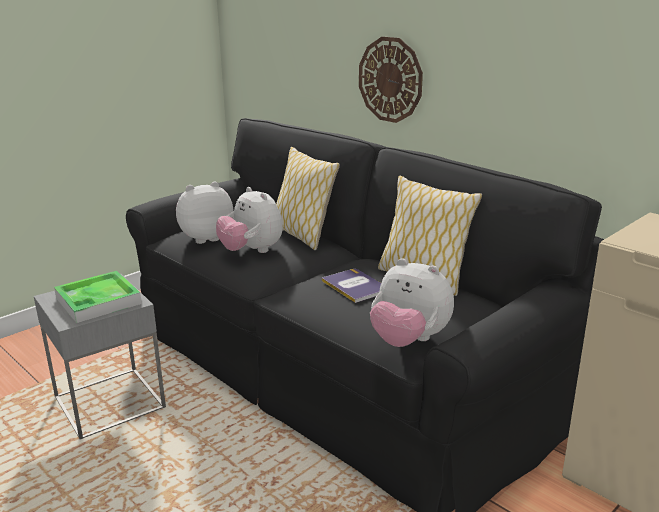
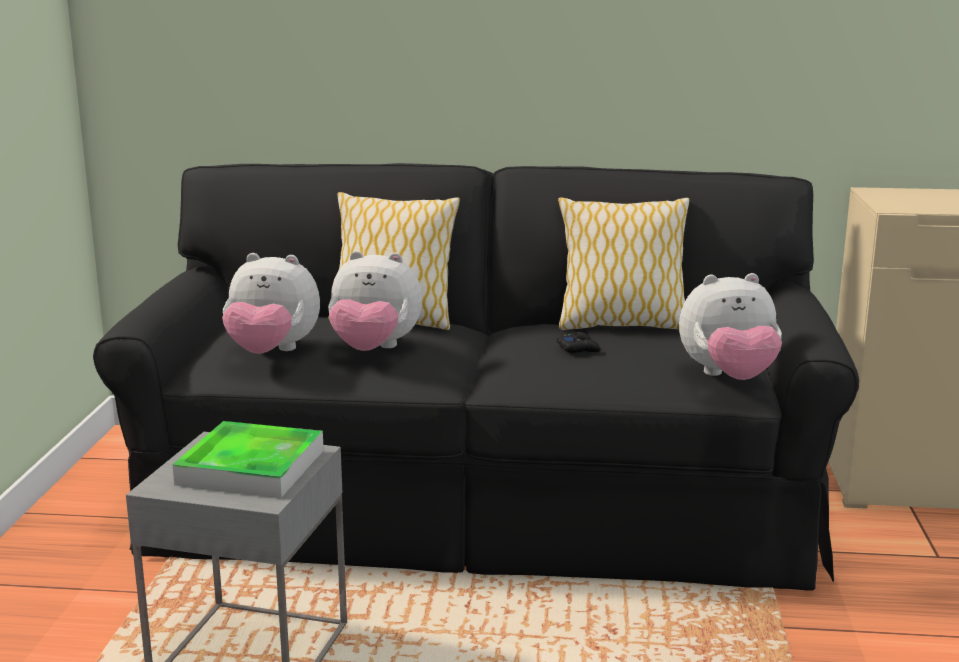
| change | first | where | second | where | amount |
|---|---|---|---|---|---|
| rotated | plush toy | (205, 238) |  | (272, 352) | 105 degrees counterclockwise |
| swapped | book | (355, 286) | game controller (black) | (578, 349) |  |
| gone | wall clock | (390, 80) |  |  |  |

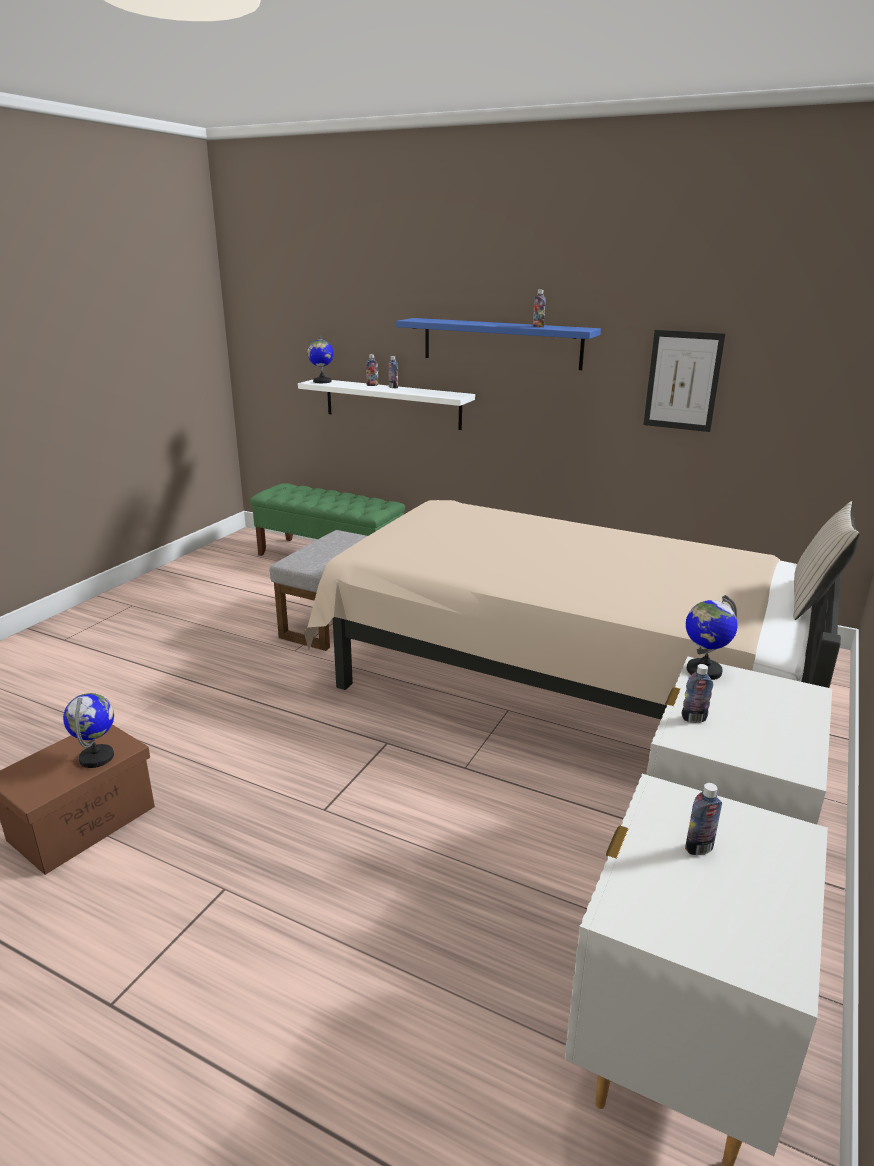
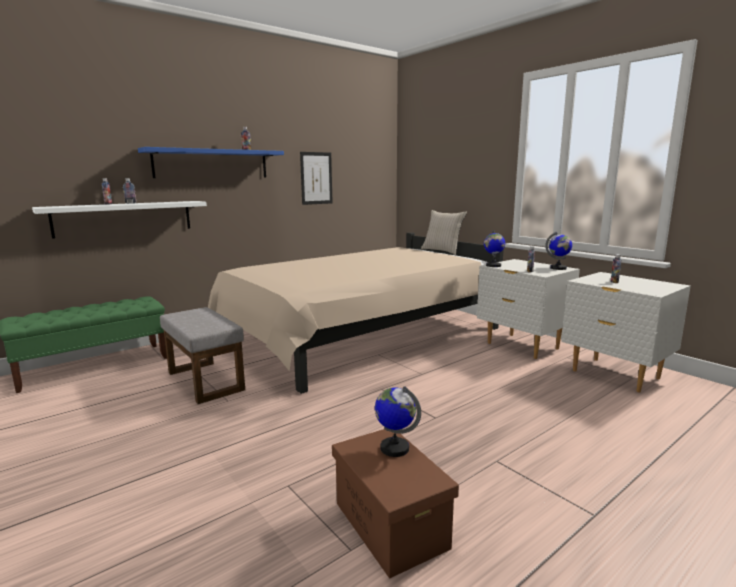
| change | first | where | second | where | amount |
|---|---|---|---|---|---|
| shifted | globe | (322, 381) |  | (558, 268) |  |

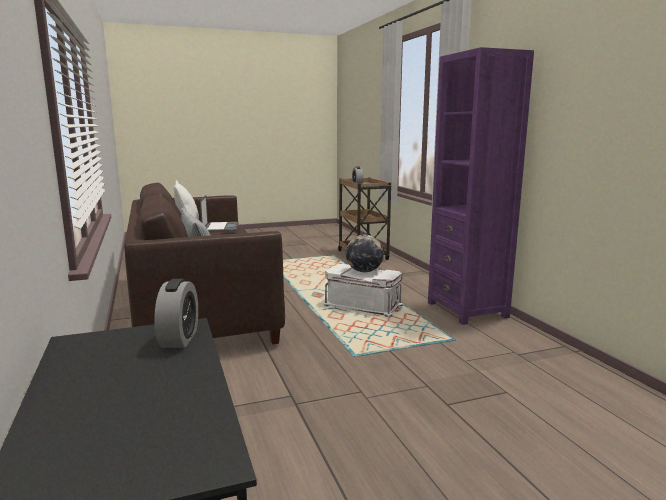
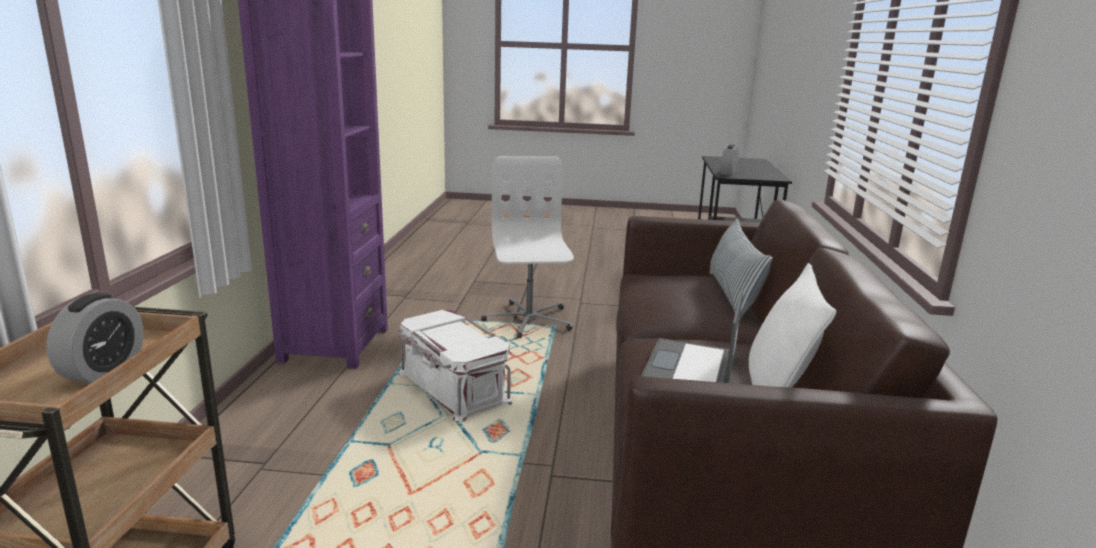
| change | first | where | second | where | amount |
|---|---|---|---|---|---|
| new |  |  | office chair (white) | (528, 320) |  |
| gone | globe | (364, 271) |  |  |  |

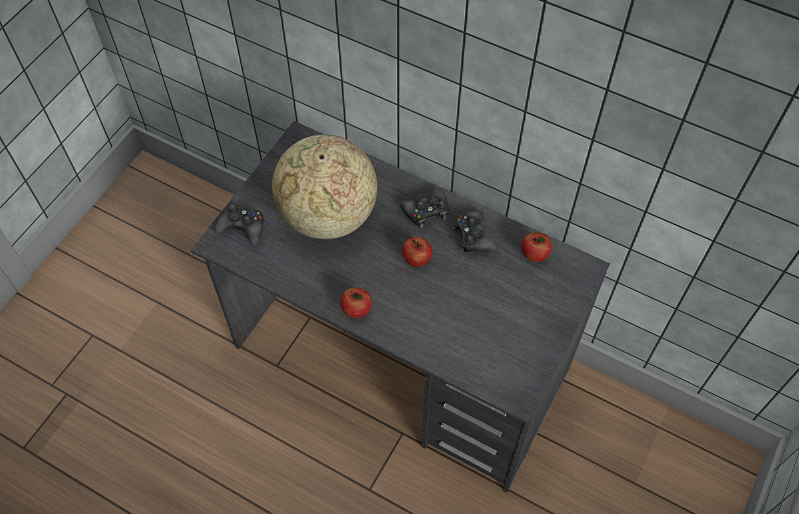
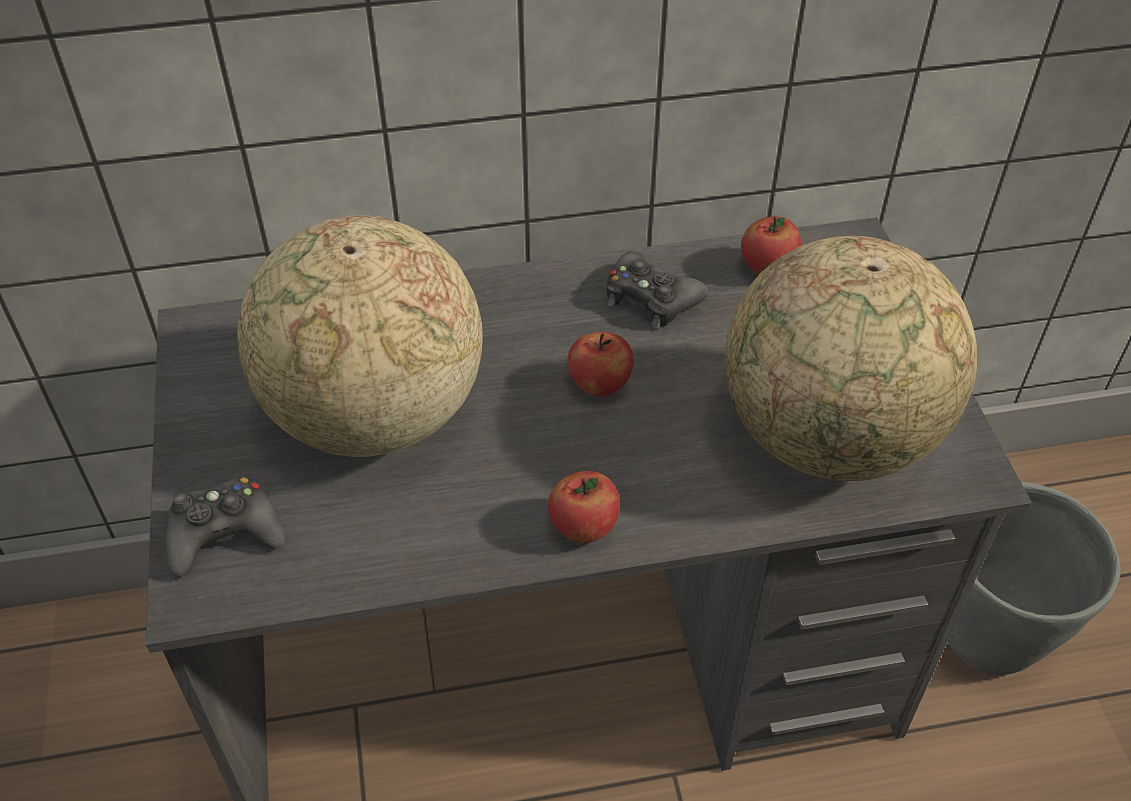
| change | first | where | second | where | amount |
|---|---|---|---|---|---|
| new |  |  | globe | (829, 437) |  |
| new |  |  | planter (grey) | (989, 639) |  |
| gone | game controller (black) | (426, 211) |  |  |  |

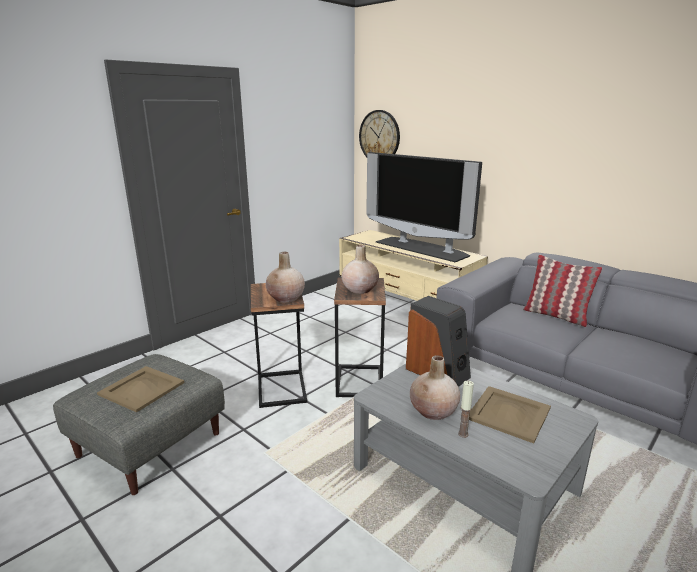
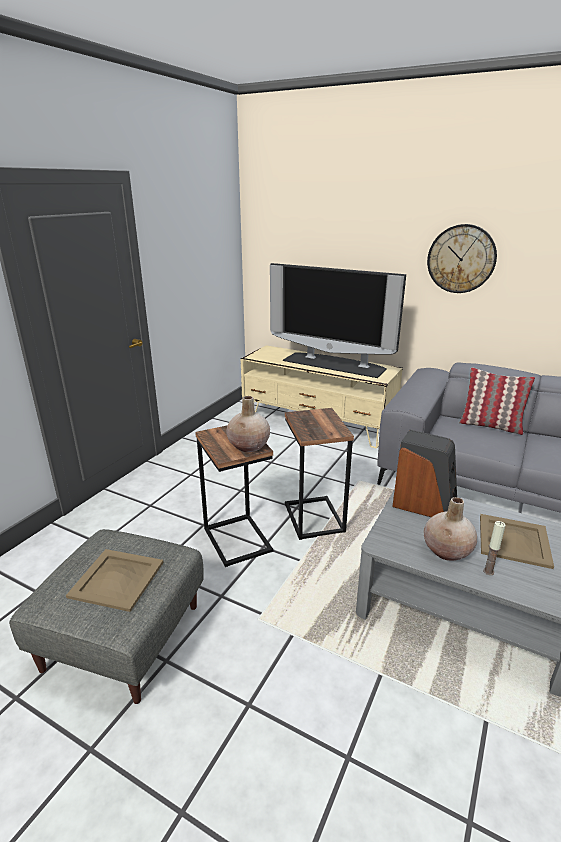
| change | first | where | second | where | amount |
|---|---|---|---|---|---|
| shifted | wall clock | (379, 136) |  | (461, 259) |  |
| gone | vase (beige) | (360, 289) |  |  |  |

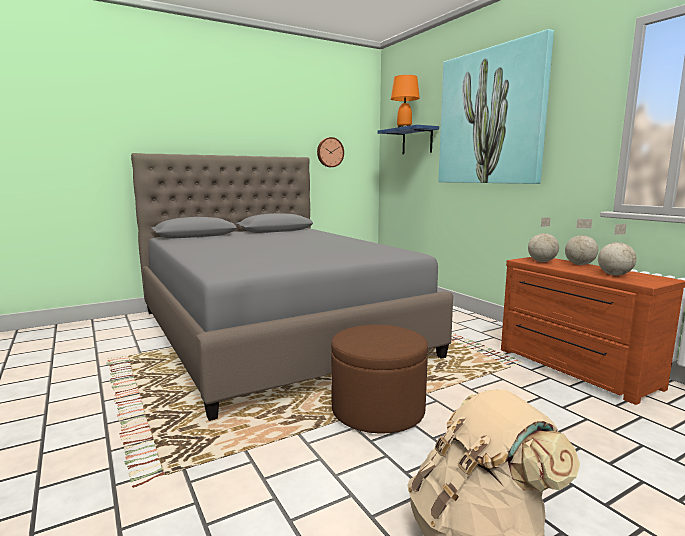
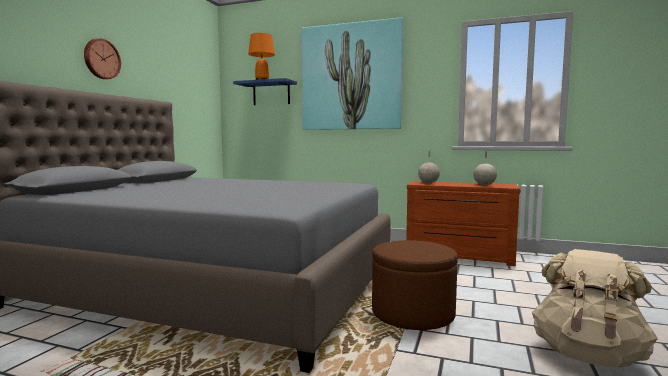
| change | first | where | second | where | amount |
|---|---|---|---|---|---|
| shifted | wall clock | (329, 152) |  | (101, 59) |  |
| gone | globe | (580, 264) |  |  |  |

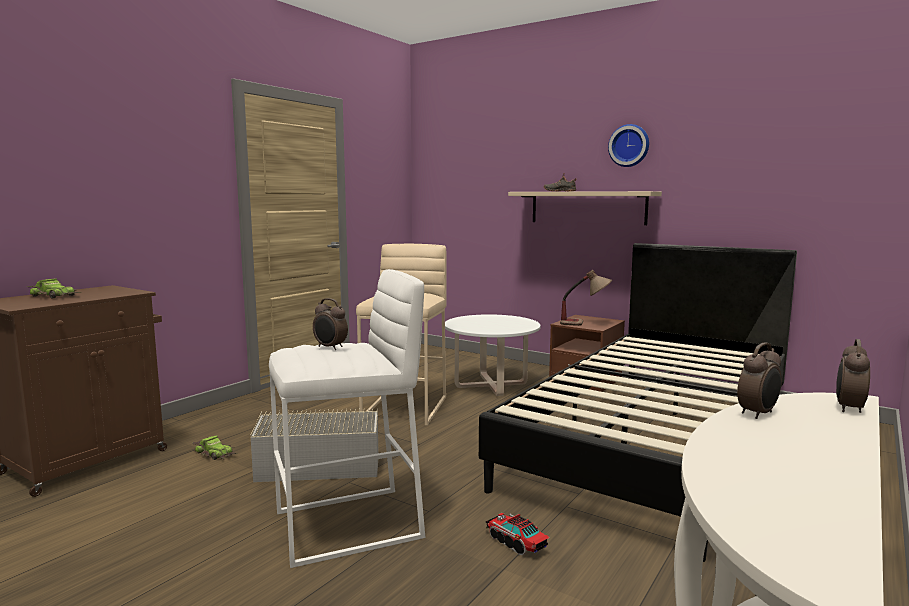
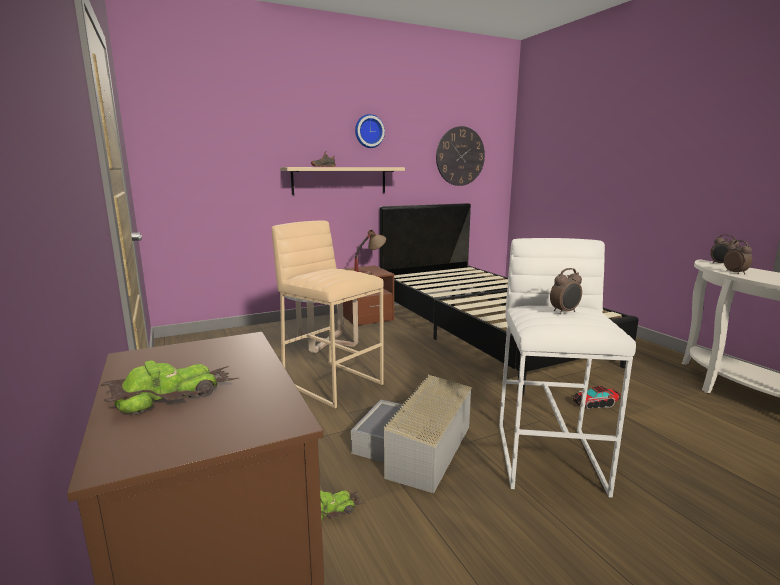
| change | first | where | second | where | amount |
|---|---|---|---|---|---|
| new |  |  | wall clock | (460, 156) |  |

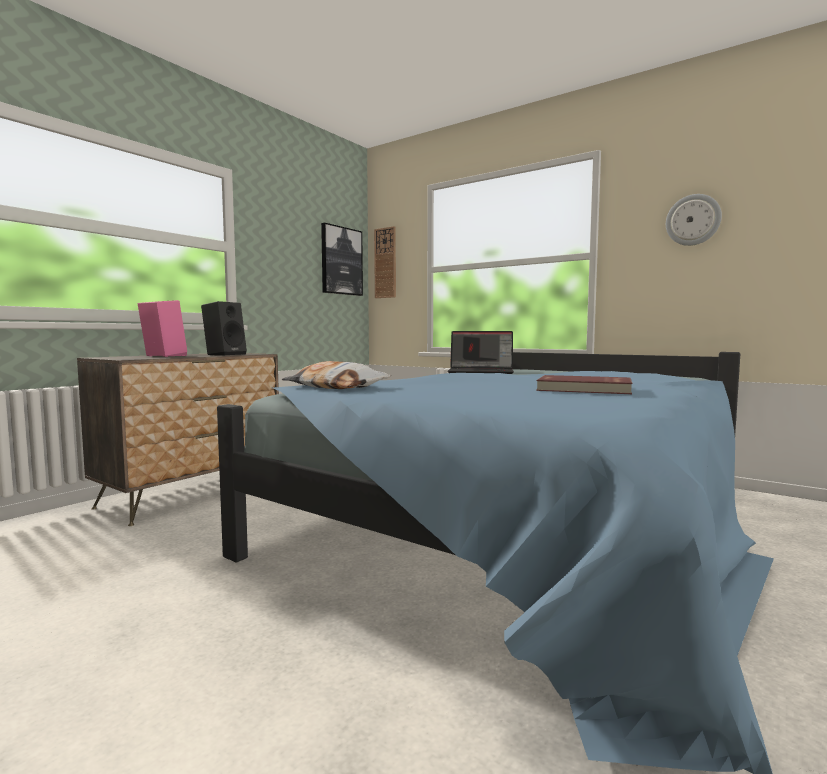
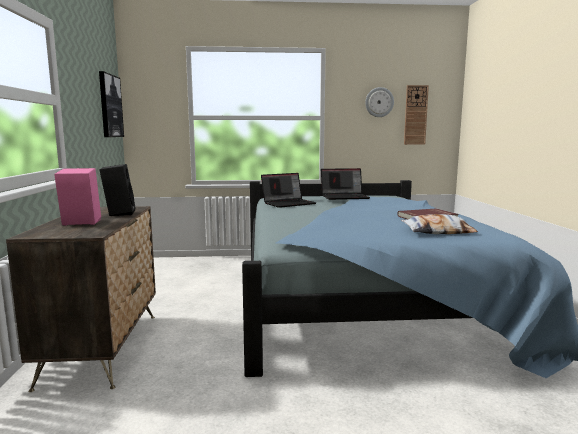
| change | first | where | second | where | amount |
|---|---|---|---|---|---|
| new |  |  | laptop | (345, 197) |  |
| shifted | pillow | (336, 387) |  | (438, 231) |  |
| shifted | wall clock | (385, 263) |  | (415, 115) |  |

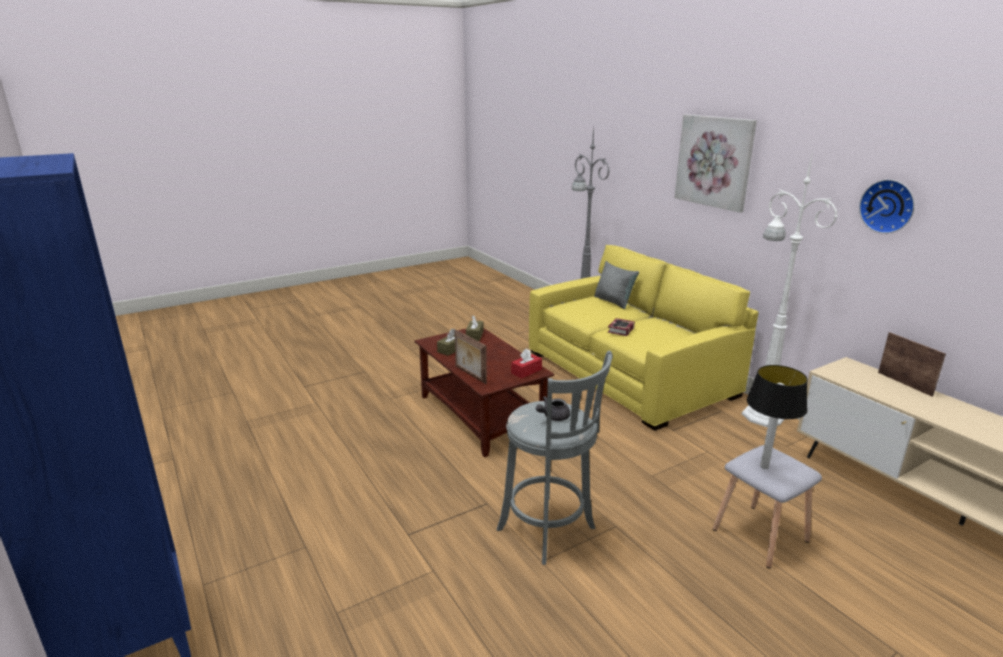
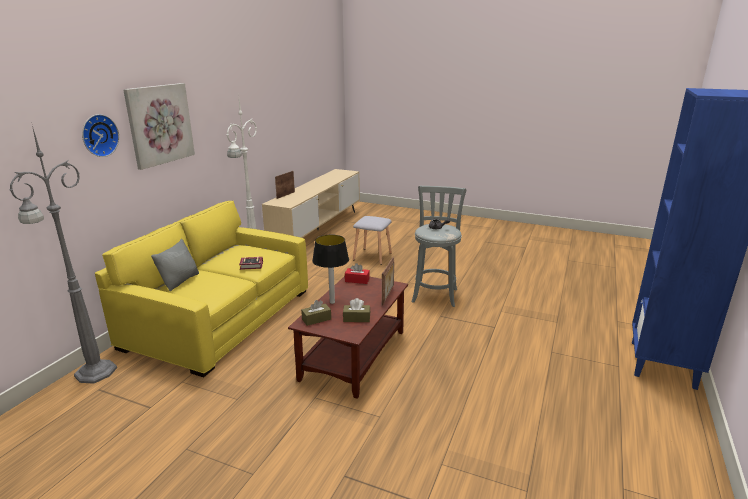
| change | first | where | second | where | amount |
|---|---|---|---|---|---|
| shifted | wall clock | (888, 206) |  | (98, 135) |  |
| shifted | table lamp | (764, 466) |  | (331, 302) |  |

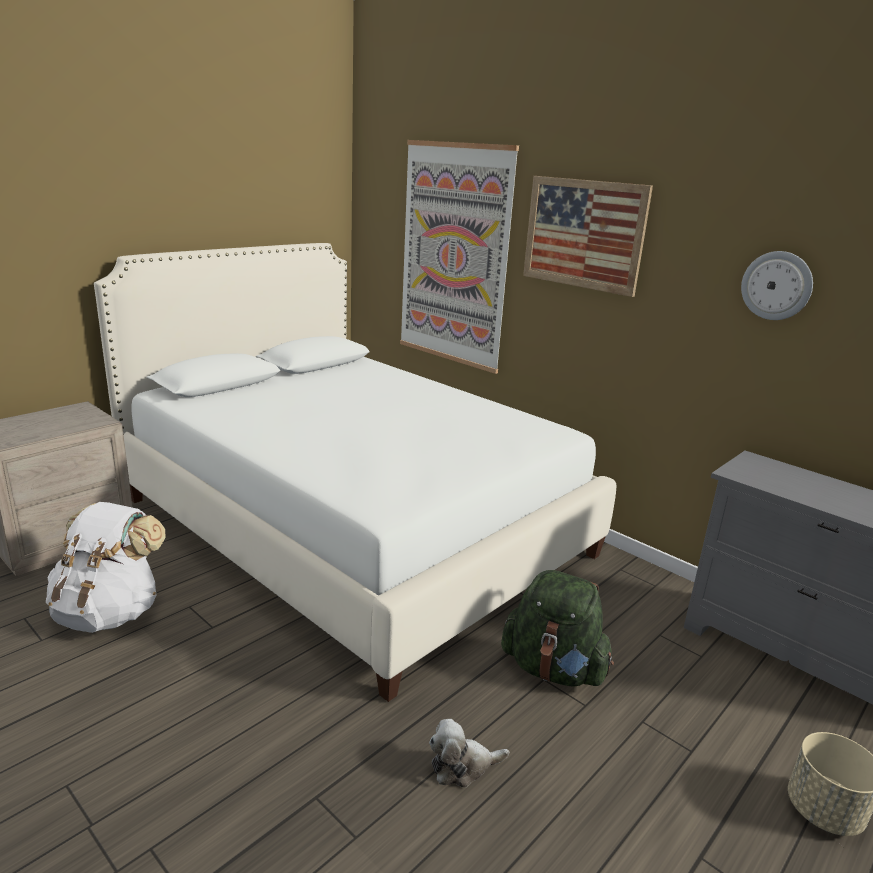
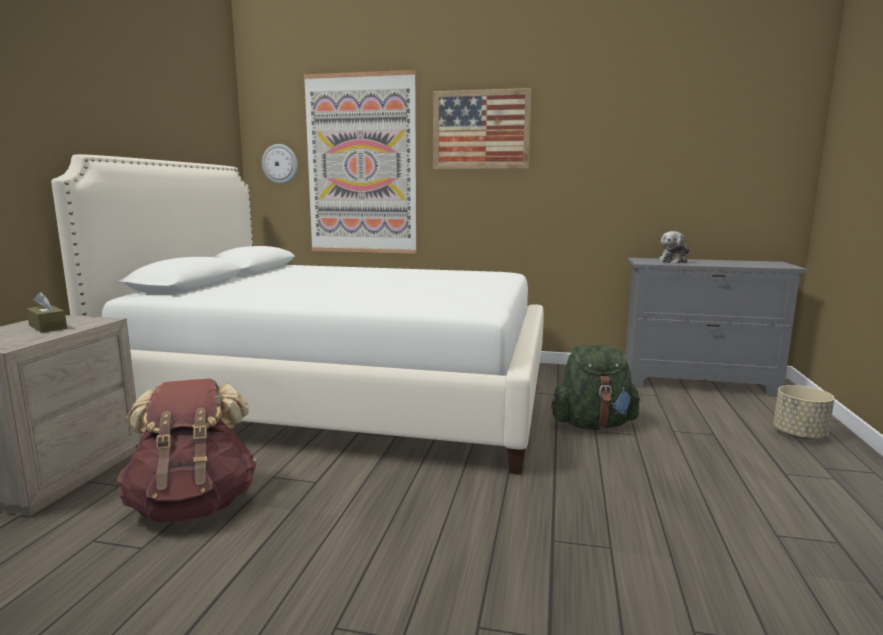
| change | first | where | second | where | amount |
|---|---|---|---|---|---|
| new |  |  | tissue box (brown) | (48, 327) |  |
| repainted | backpack (white) | (110, 612) | backpack (brown) | (194, 505) |  |
| shifted | wall clock | (776, 285) |  | (280, 164) |  |
| shifted | plush toy | (463, 766) |  | (674, 261) |  |

